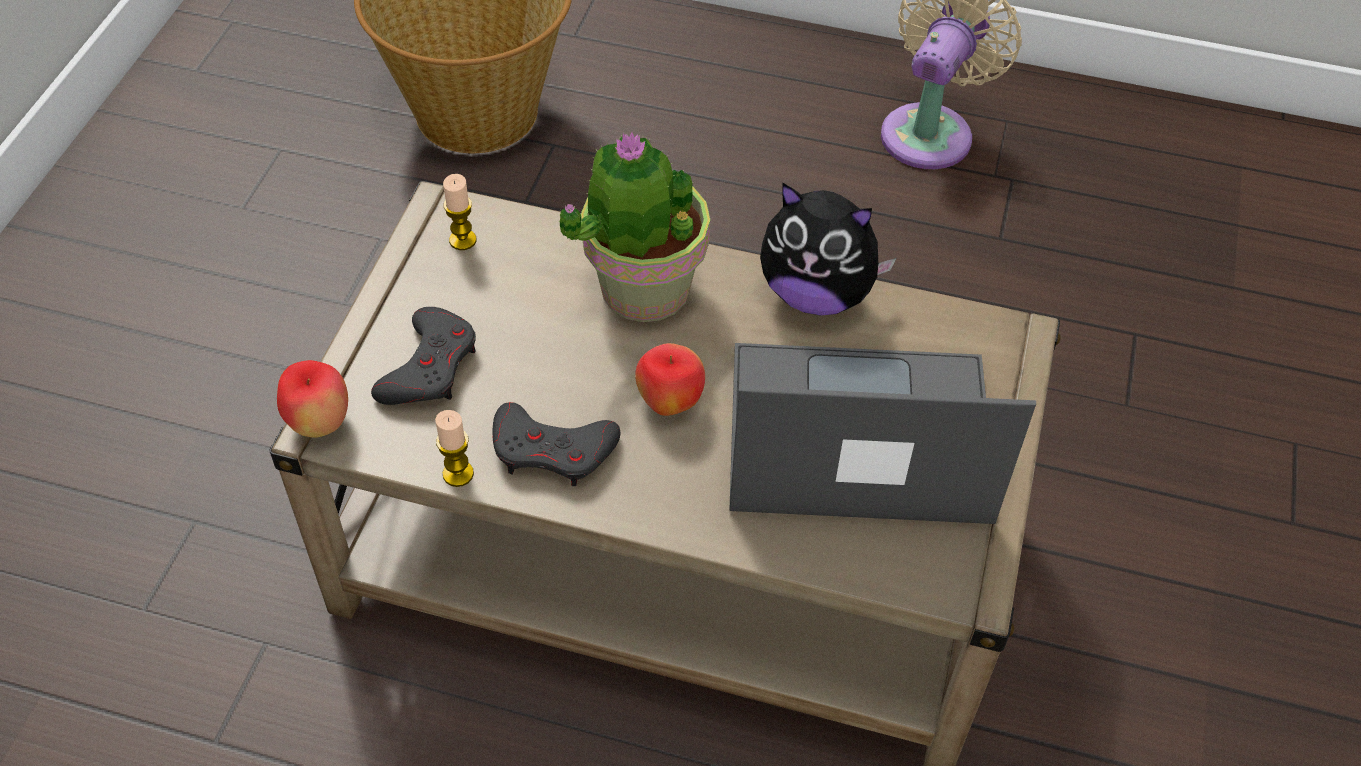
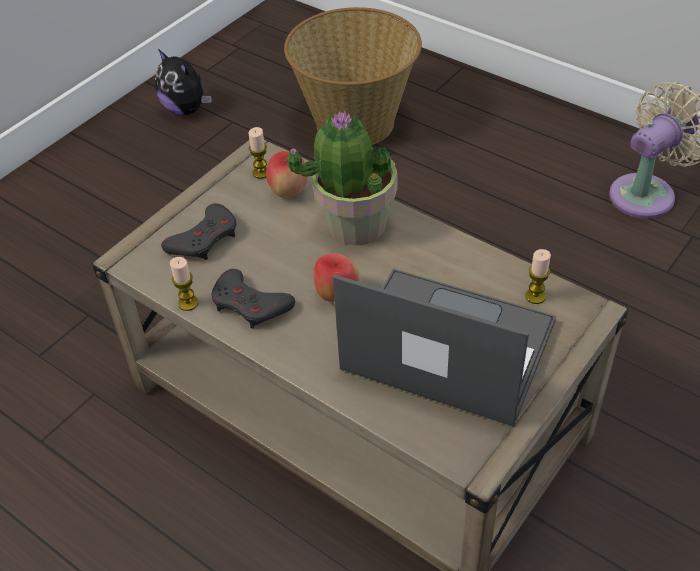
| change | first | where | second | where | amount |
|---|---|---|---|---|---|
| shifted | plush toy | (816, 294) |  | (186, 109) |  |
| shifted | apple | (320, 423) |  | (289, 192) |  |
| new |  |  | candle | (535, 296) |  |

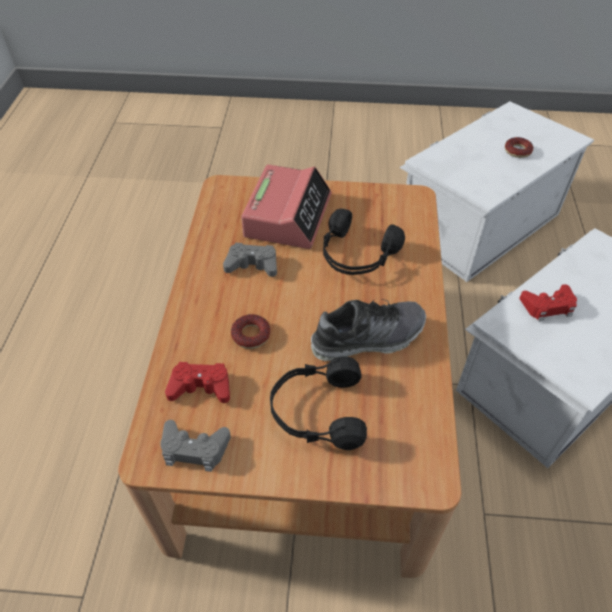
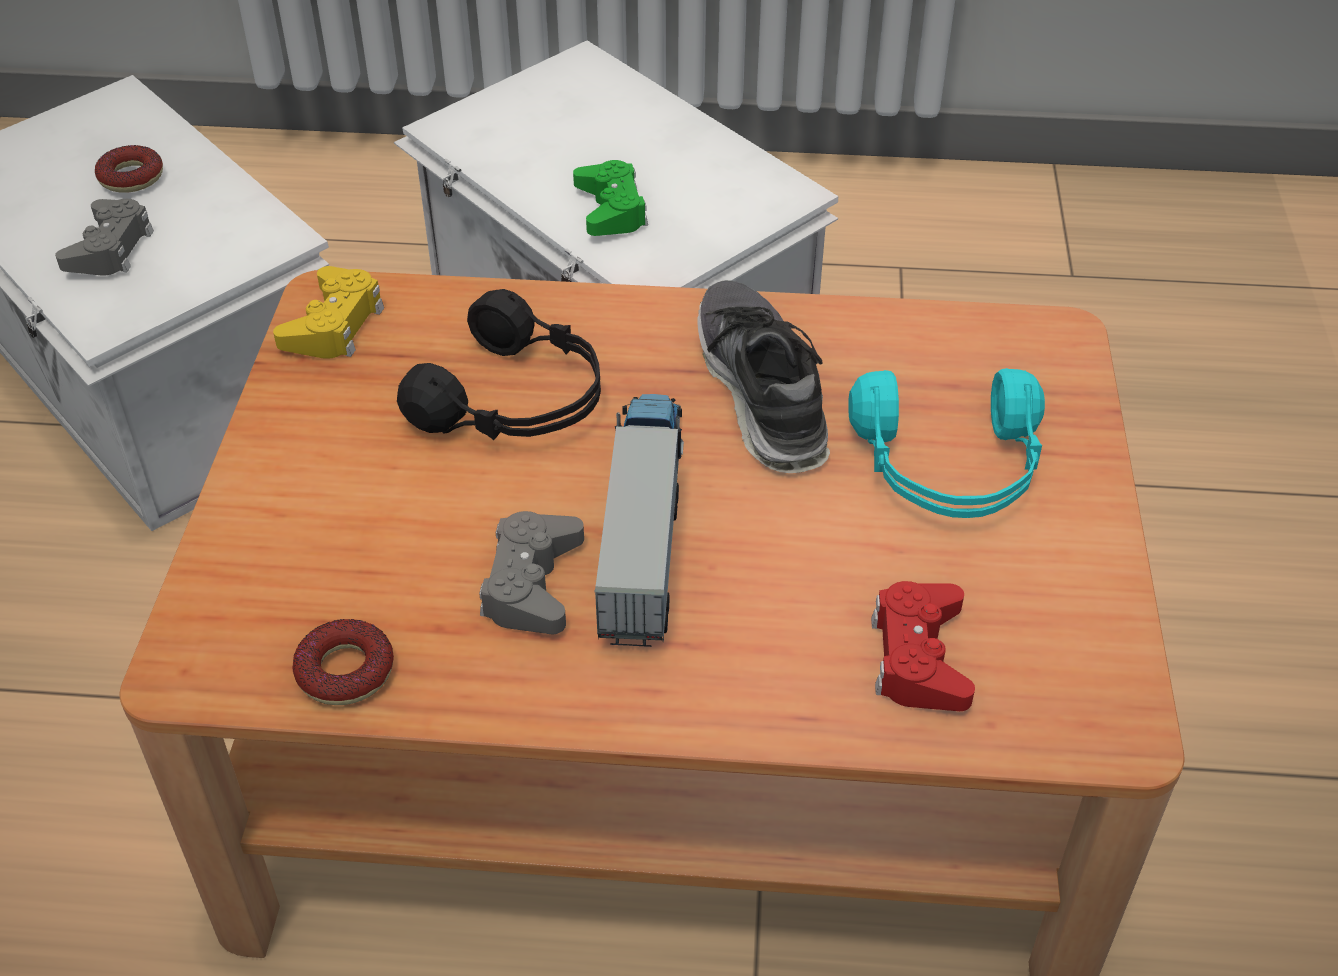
| change | first | where | second | where | amount |
|---|---|---|---|---|---|
| shifted | game controller (grey) | (194, 449) |  | (110, 248) |  |
| new |  |  | game controller (yellow) | (334, 325) |  |
| shifted | donut | (251, 335) |  | (345, 671) |  |
| repainted | game controller (red) | (547, 306) | game controller (green) | (611, 209) |  |
| new |  |  | toy truck | (644, 527) |  |
| repainted | headphones (black) | (317, 411) | headphones (turquoise) | (949, 469) |  |
| gone | alarm clock | (288, 215) |  |  |  |

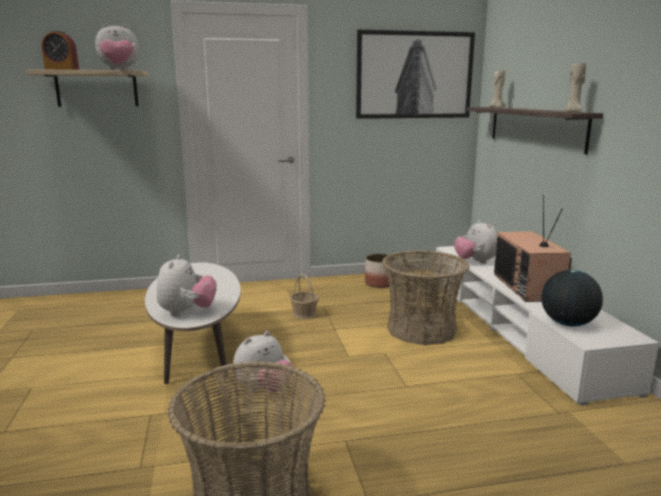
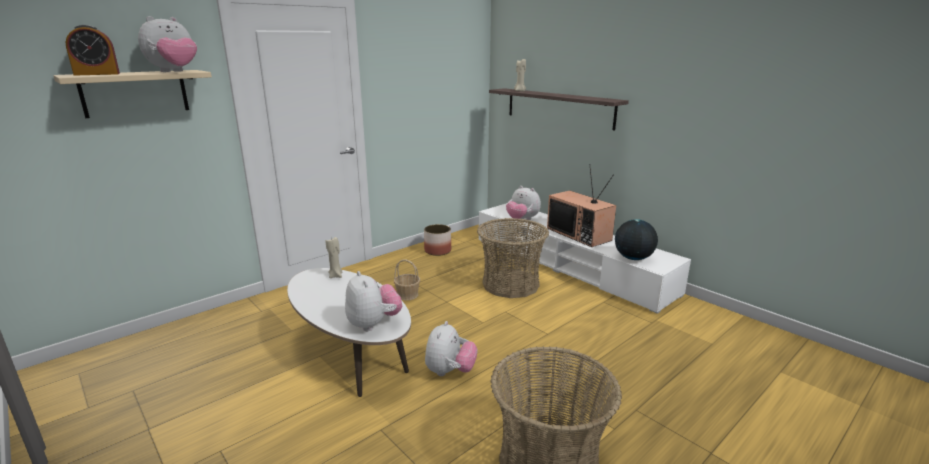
| change | first | where | second | where | amount |
|---|---|---|---|---|---|
| shifted | candle (beige) | (573, 112) |  | (336, 275) |  |
| gone | picture | (414, 75) |  |  |  |

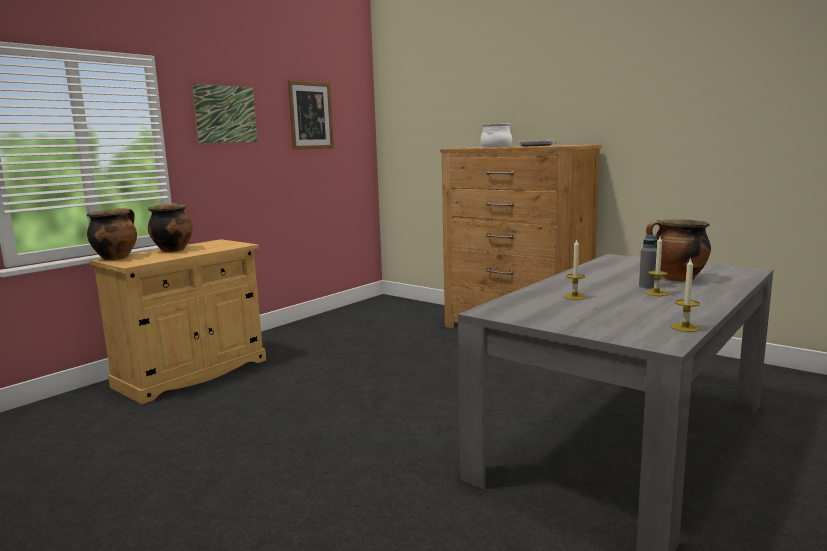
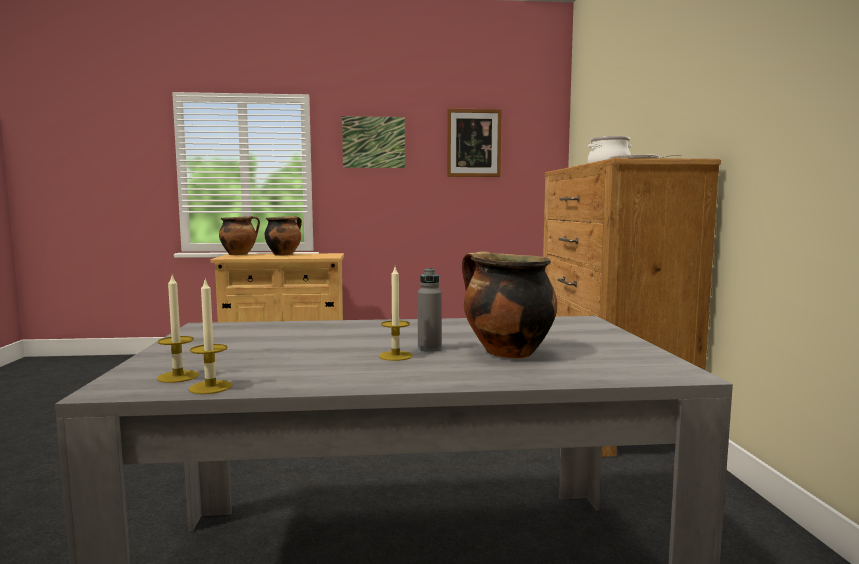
| change | first | where | second | where | amount |
|---|---|---|---|---|---|
| shifted | candle | (574, 296) |  | (178, 376) |  |

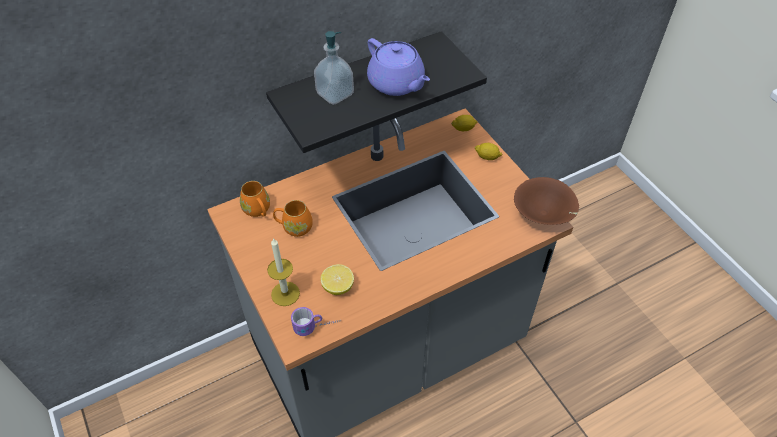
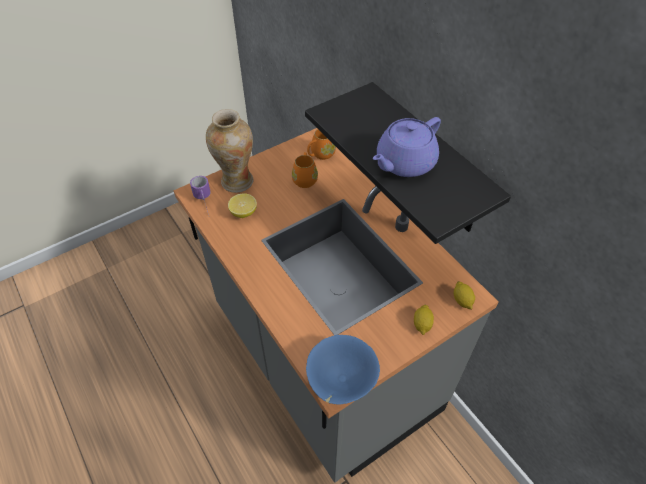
| change | first | where | second | where | amount |
|---|---|---|---|---|---|
| swapped | candle | (285, 293) | vase | (237, 181) |  |
| repainted | bowl (brown) | (543, 216) | bowl (blue) | (340, 380) |  |
| gone | soap dispenser | (335, 94) |  |  |  |

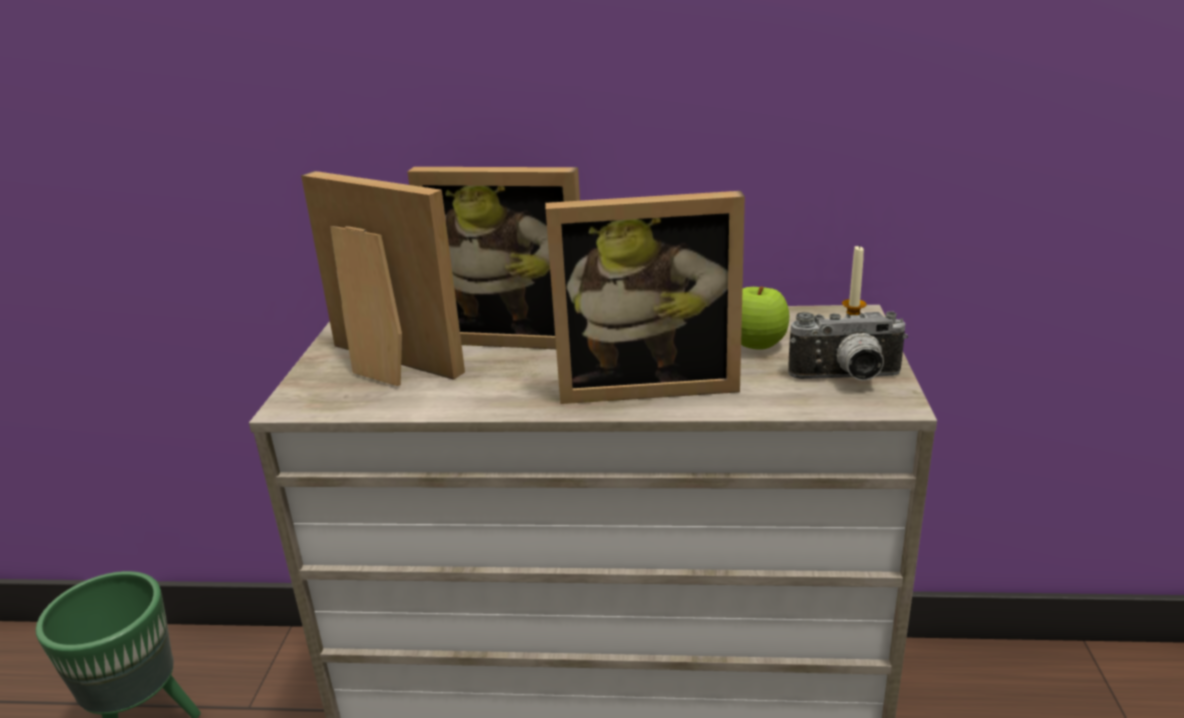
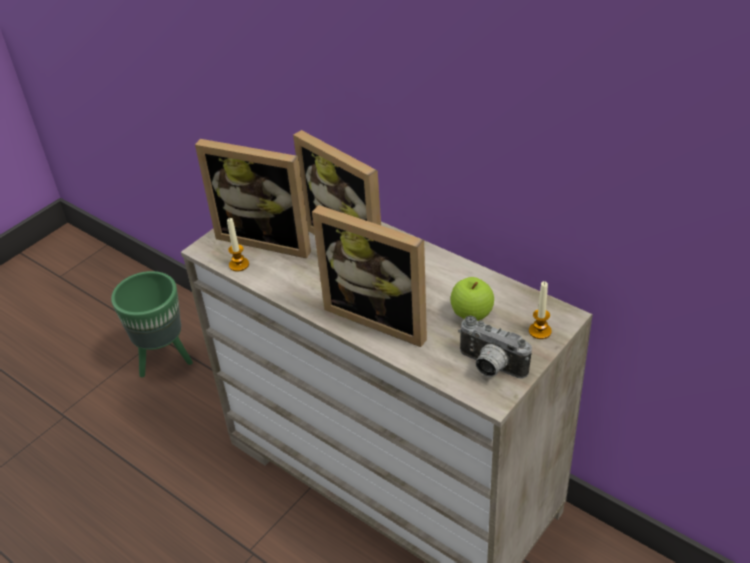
| change | first | where | second | where | amount |
|---|---|---|---|---|---|
| rotated | picture frame | (383, 366) |  | (268, 238) | 135 degrees clockwise |
| new |  |  | candle | (239, 265) |  |

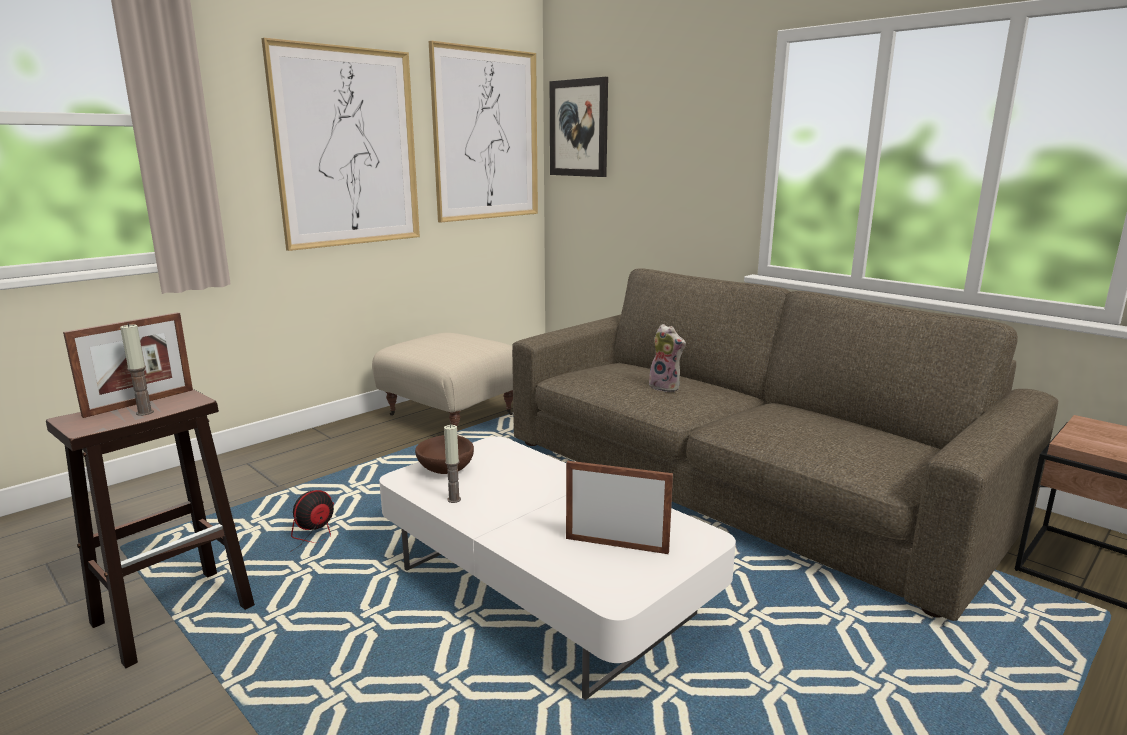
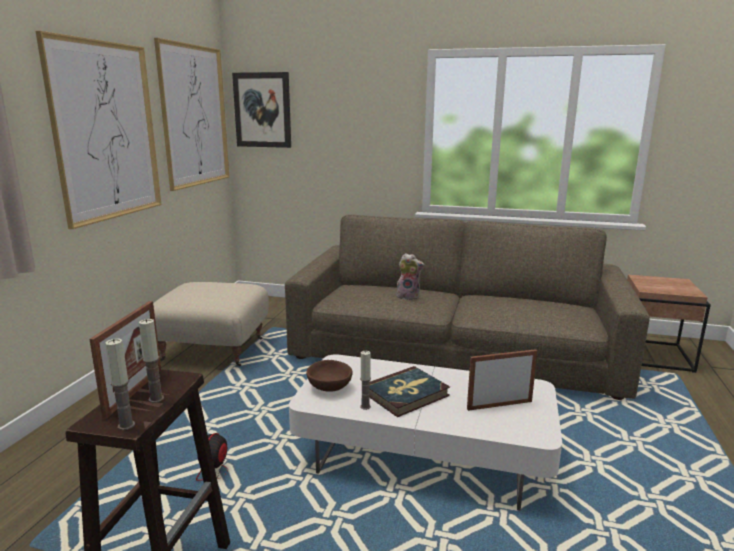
| change | first | where | second | where | amount |
|---|---|---|---|---|---|
| new |  |  | candle | (126, 425) |  |
| new |  |  | book | (406, 394) |  |

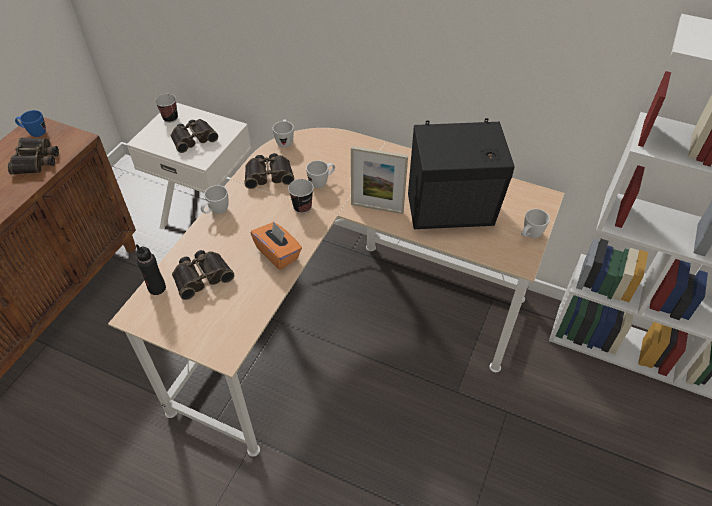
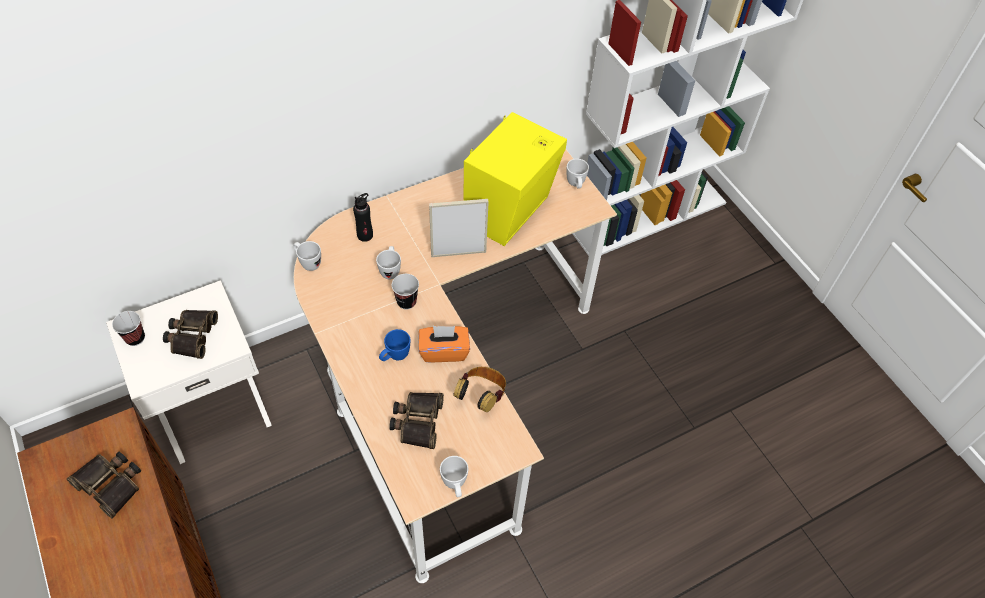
| change | first | where | second | where | amount |
|---|---|---|---|---|---|
| shifted | bottle (black) | (157, 288) |  | (365, 235) |  |
| shifted | mug (blue) | (35, 133) |  | (394, 357) |  |
| rotated | picture frame | (377, 208) |  | (458, 253) | 150 degrees counterclockwise |
| shifted | mug (white) | (216, 212) |  | (455, 485) |  |
| new |  |  | headphones | (481, 396) |  |
| repainted | speaker (black) | (452, 213) | speaker (yellow) | (510, 211) |  |
| gone | binoculars | (269, 174) |  |  |  |

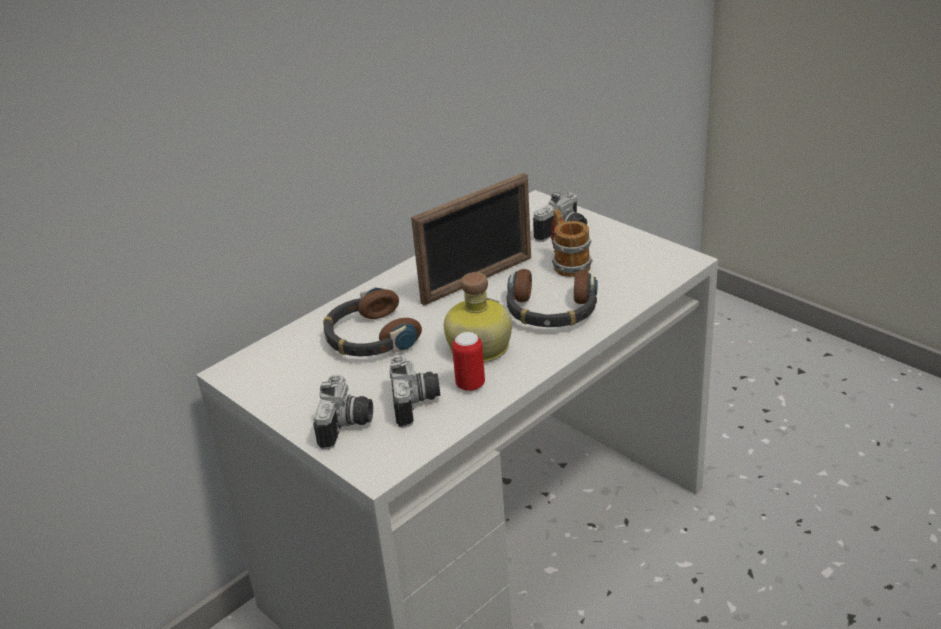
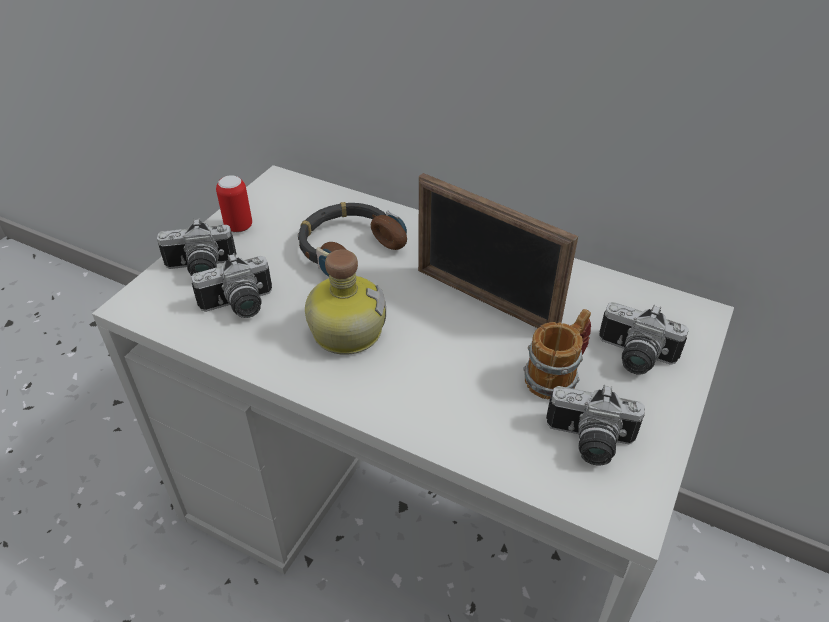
| change | first | where | second | where | amount |
|---|---|---|---|---|---|
| shifted | can | (470, 385) |  | (239, 227) |  |
| new |  |  | photo camera | (588, 443) |  |
| gone | headphones | (551, 310) |  |  |  |

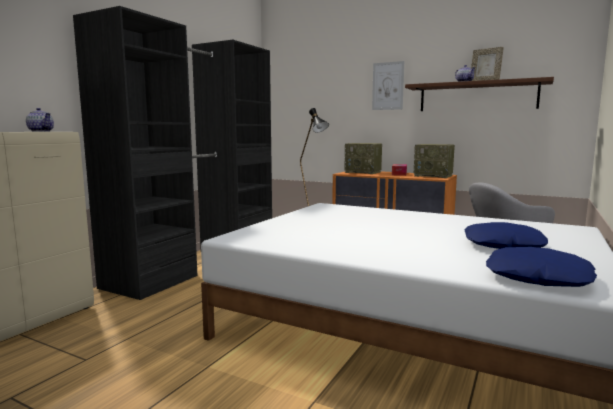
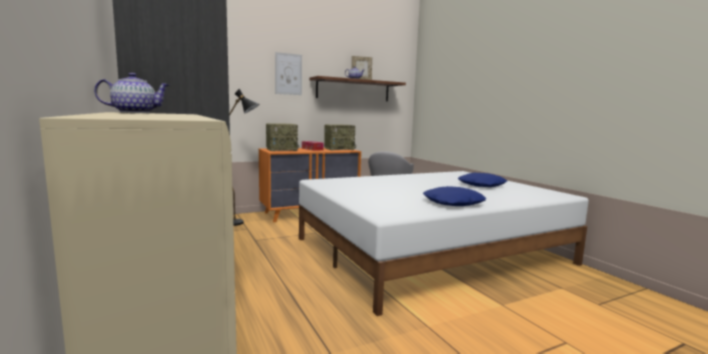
| change | first | where | second | where | amount |
|---|---|---|---|---|---|
| shifted | pillow (blue) | (537, 277) |  | (453, 203) |  |

